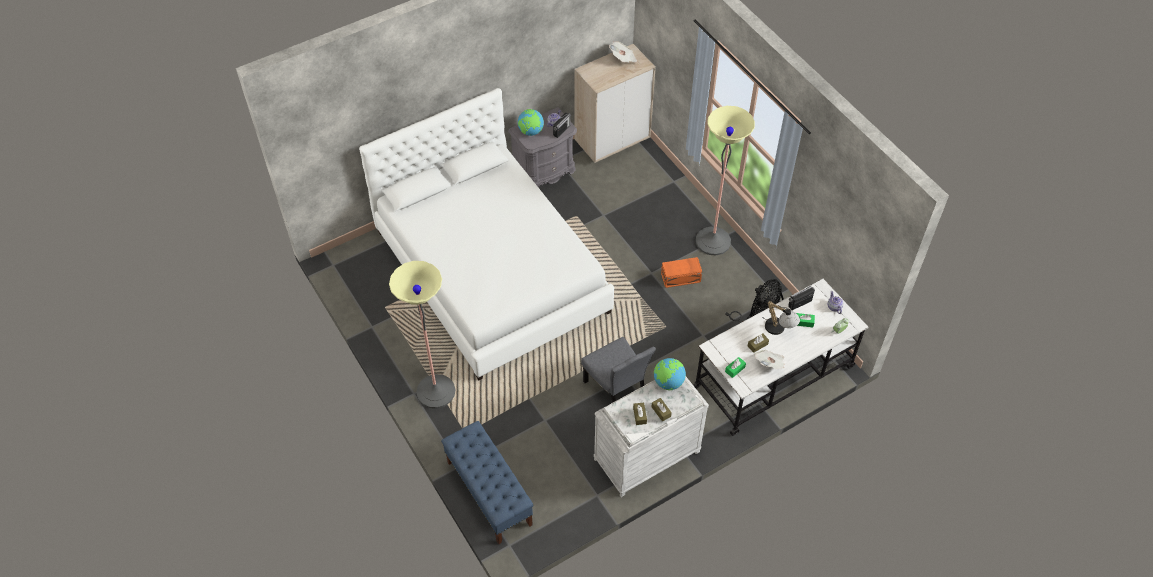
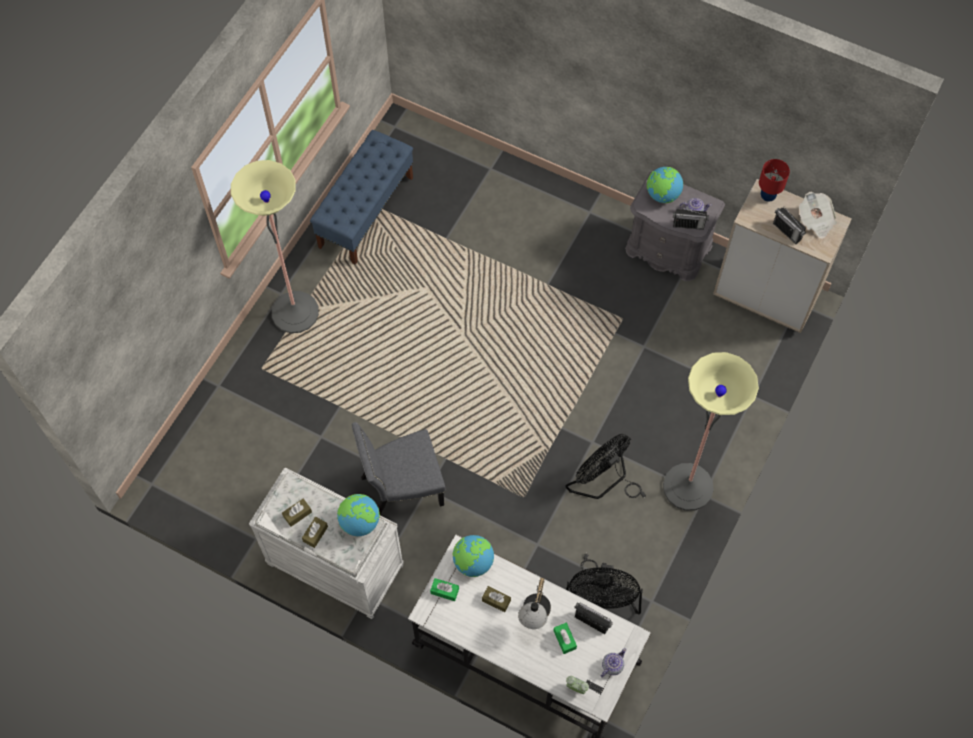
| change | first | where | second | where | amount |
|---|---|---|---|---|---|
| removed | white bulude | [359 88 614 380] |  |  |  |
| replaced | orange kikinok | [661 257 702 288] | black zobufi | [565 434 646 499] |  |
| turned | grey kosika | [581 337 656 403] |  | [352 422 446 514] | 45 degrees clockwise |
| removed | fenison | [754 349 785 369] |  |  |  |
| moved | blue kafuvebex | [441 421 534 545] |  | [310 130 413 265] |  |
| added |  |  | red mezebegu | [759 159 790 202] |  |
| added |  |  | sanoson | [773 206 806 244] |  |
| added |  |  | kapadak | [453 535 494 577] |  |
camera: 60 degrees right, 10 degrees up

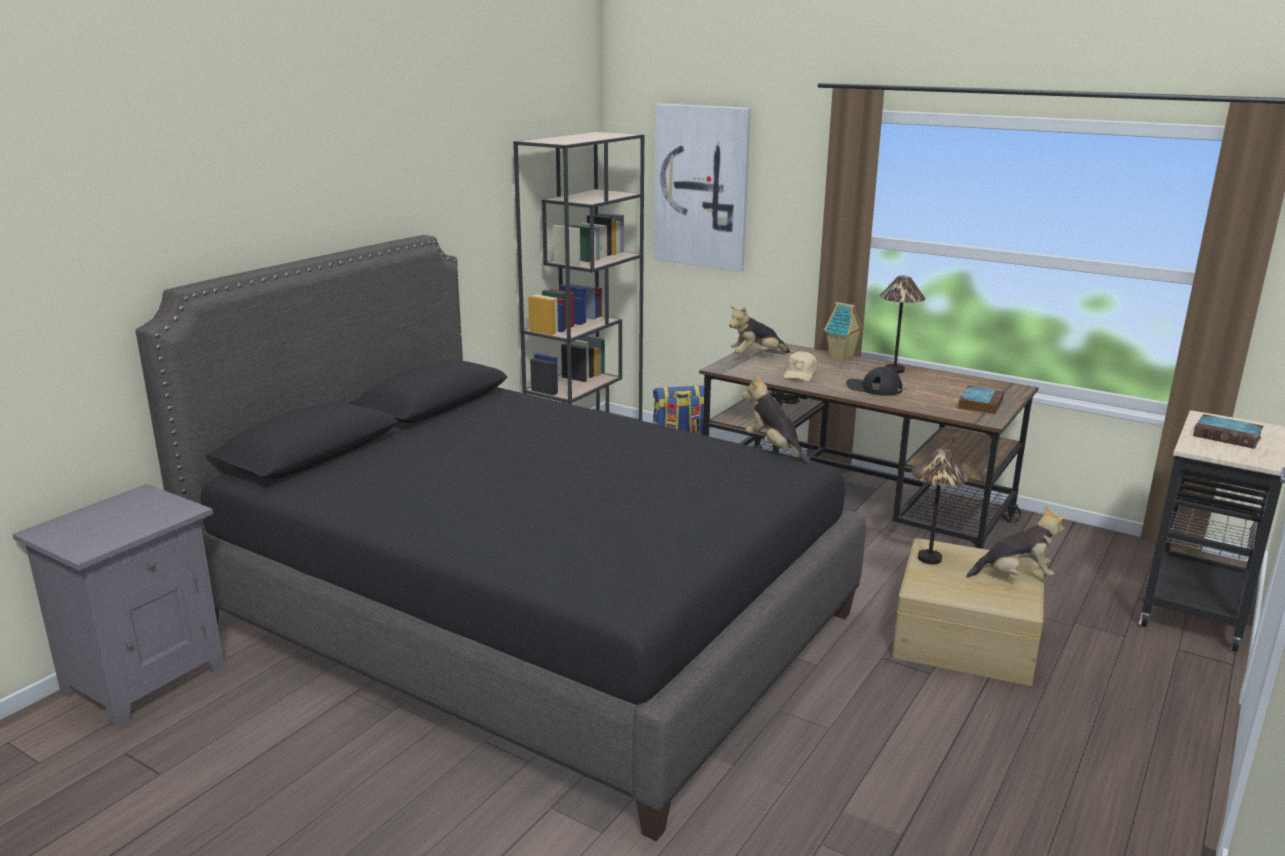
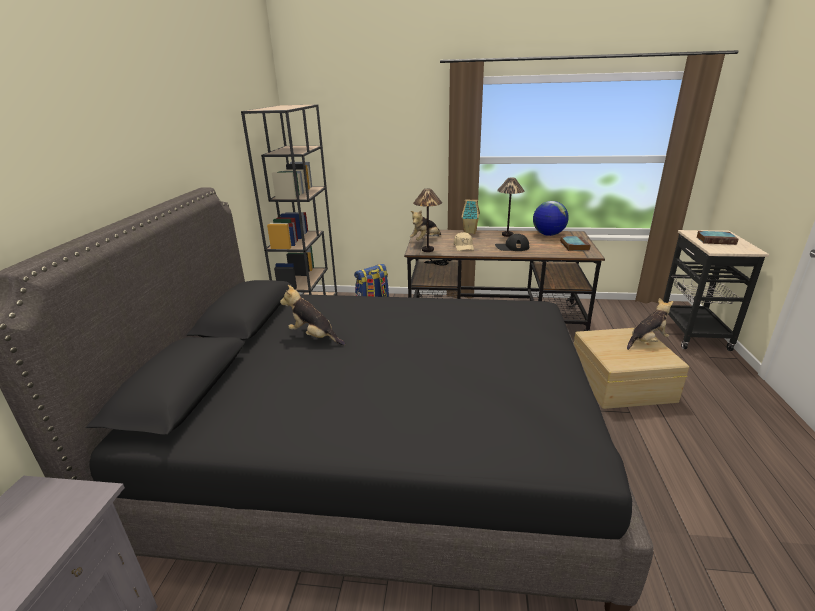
| change | first | where | second | where | amount |
|---|---|---|---|---|---|
| removed | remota | [654 104 751 271] |  |  |  |
| moved | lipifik | [742 375 811 464] |  | [280 285 345 345] |  |
| moved | mezebegu | [912 448 969 564] |  | [413 189 442 252] |  |
| added |  |  | kapadak | [533 201 569 236] |  |
camera: 25 degrees left, 5 degrees up

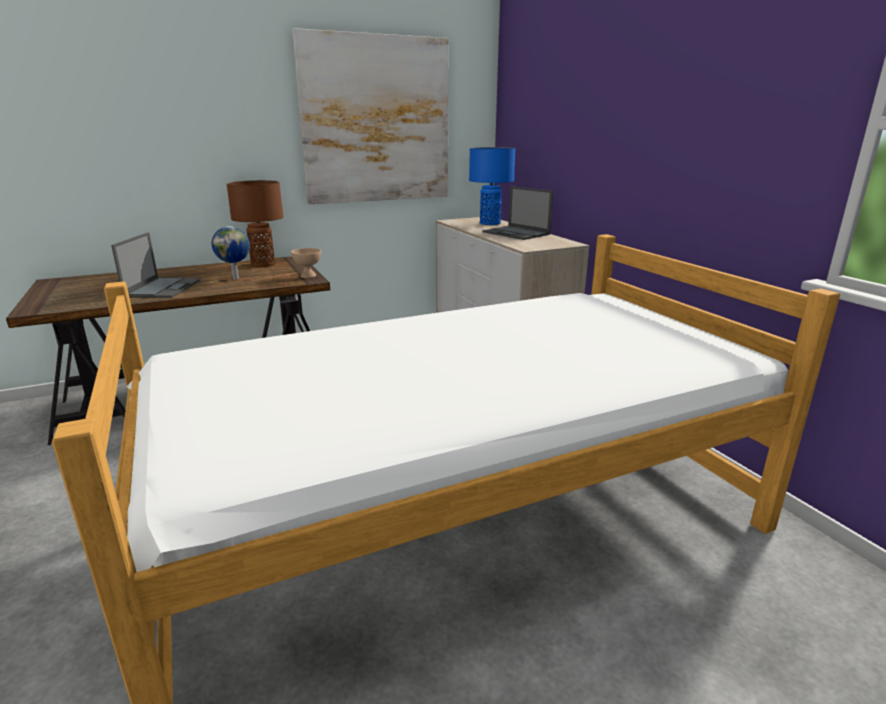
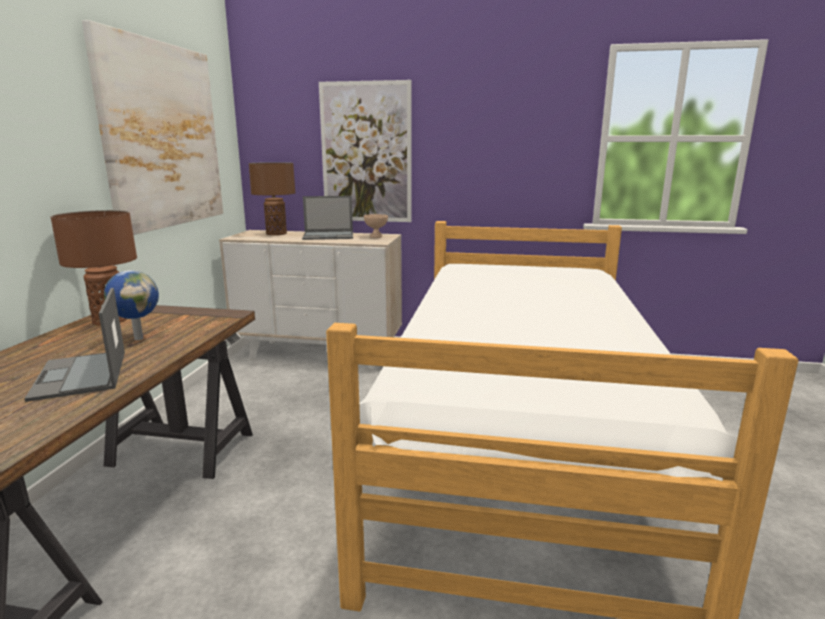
| change | first | where | second | where | amount |
|---|---|---|---|---|---|
| recoloured | blue mezebegu | [469 147 515 225] | brown mezebegu | [249 162 295 235] |  |
| turned | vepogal | [111 232 201 298] |  | [25 288 125 402] | 150 degrees counterclockwise |
| moved | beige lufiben | [291 248 321 278] |  | [364 214 388 238] |  |
| added |  |  | remota | [319 80 412 222] |  |
camera: 55 degrees left, 5 degrees down

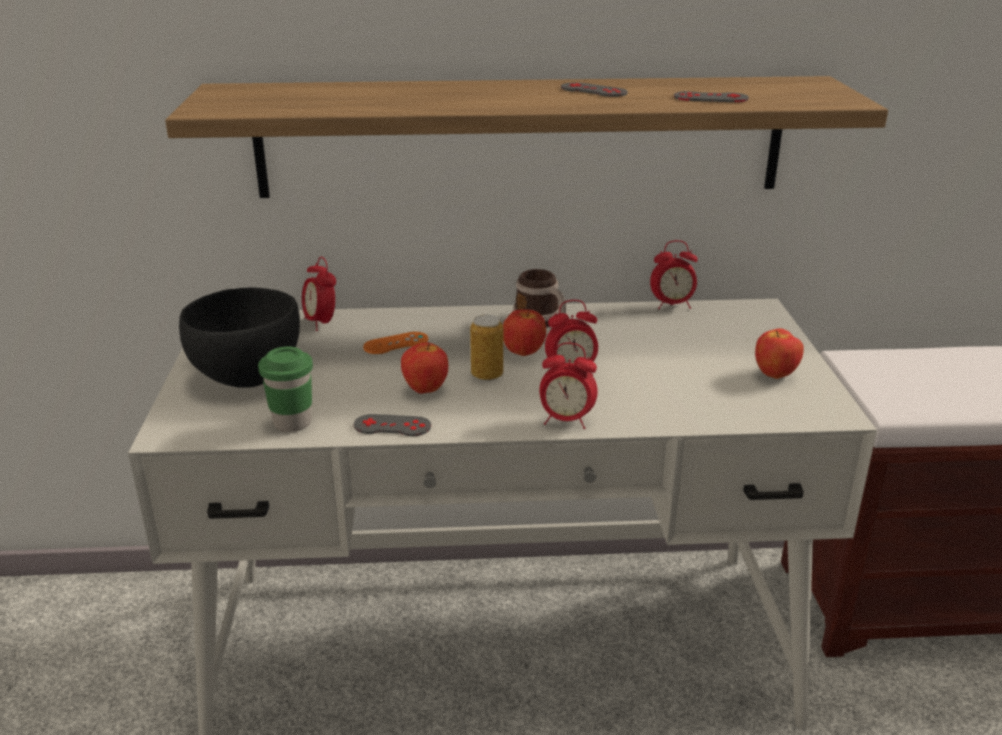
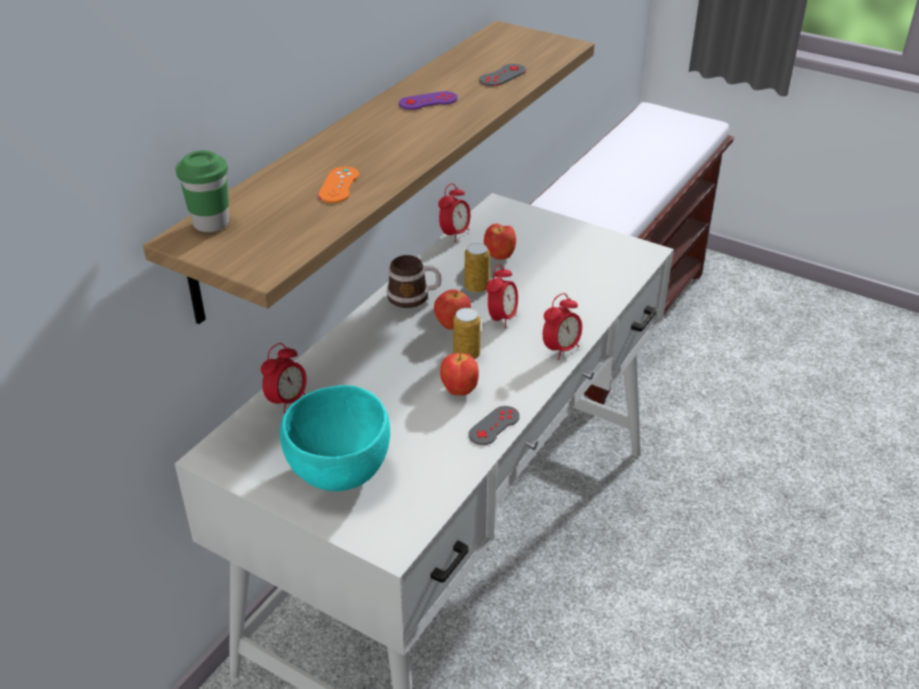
| change | first | where | second | where | amount |
|---|---|---|---|---|---|
| recoloured | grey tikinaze | [561 82 628 97] | purple tikinaze | [399 91 458 110] |  |
| turned | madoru | [302 257 336 331] |  | [261 343 307 413] | 60 degrees counterclockwise |
| recoloured | black lufiben | [179 288 300 388] | turquoise lufiben | [280 385 390 491] |  |
| moved | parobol | [755 328 804 379] |  | [484 224 516 260] |  |
| moved | orange tikinaze | [363 332 428 354] |  | [318 167 359 203] |  |
| moved | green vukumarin | [258 346 313 432] |  | [176 150 229 232] |  |
| added |  |  | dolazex | [465 243 490 293] |  |
camera: 55 degrees left, 10 degrees up

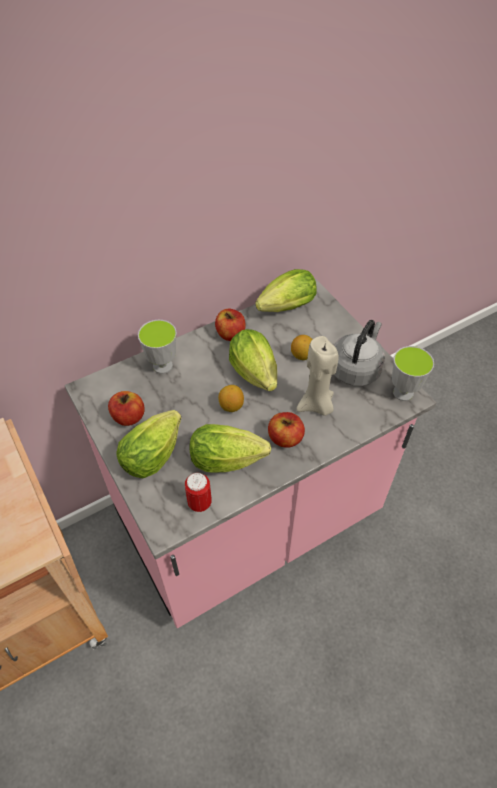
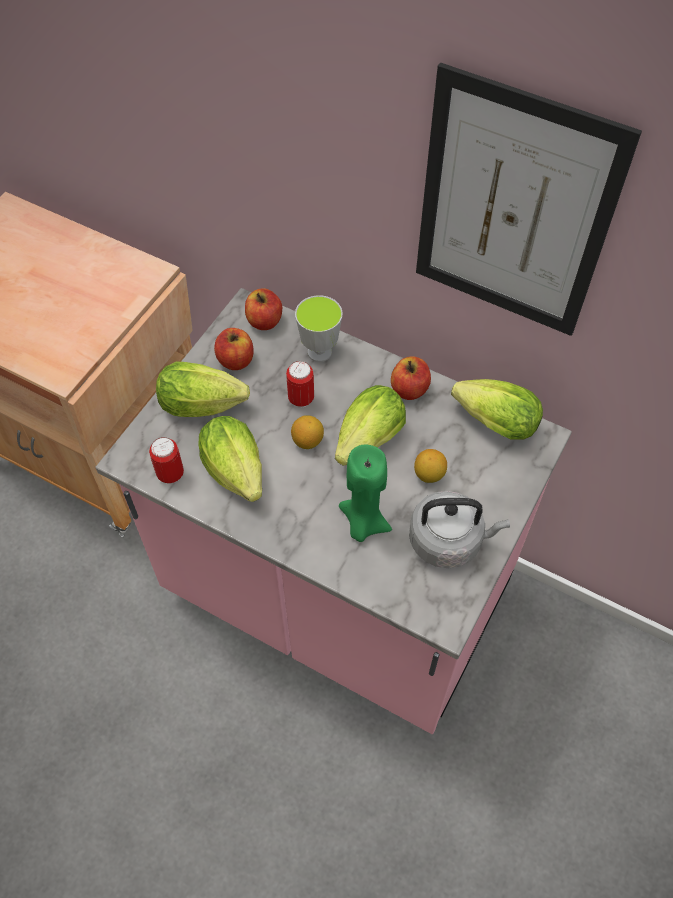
| change | first | where | second | where | amount |
|---|---|---|---|---|---|
| recoloured | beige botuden | [296 336 339 416] | green botuden | [339 444 392 542] |  |
| removed | vukumarin | [392 346 434 401] |  |  |  |
| moved | parobol | [268 412 305 448] |  | [245 288 282 330] |  |
| added |  |  | remota | [416 63 642 336] |  |
| added |  |  | dolazex | [286 361 314 407] |  |
camera: 60 degrees right, 5 degrees up

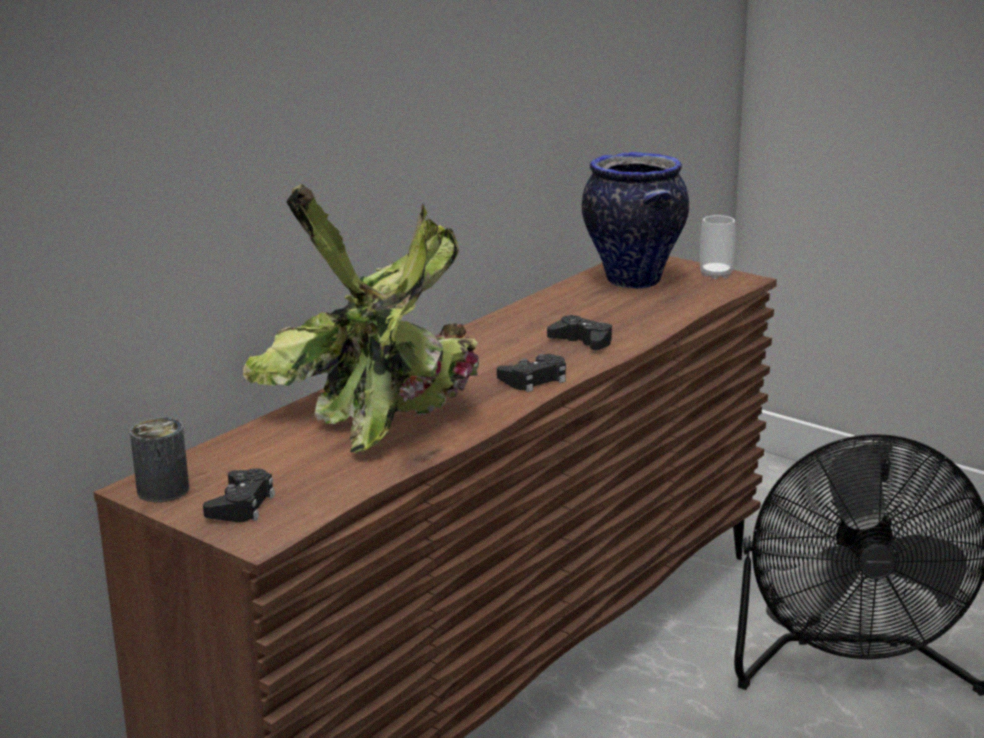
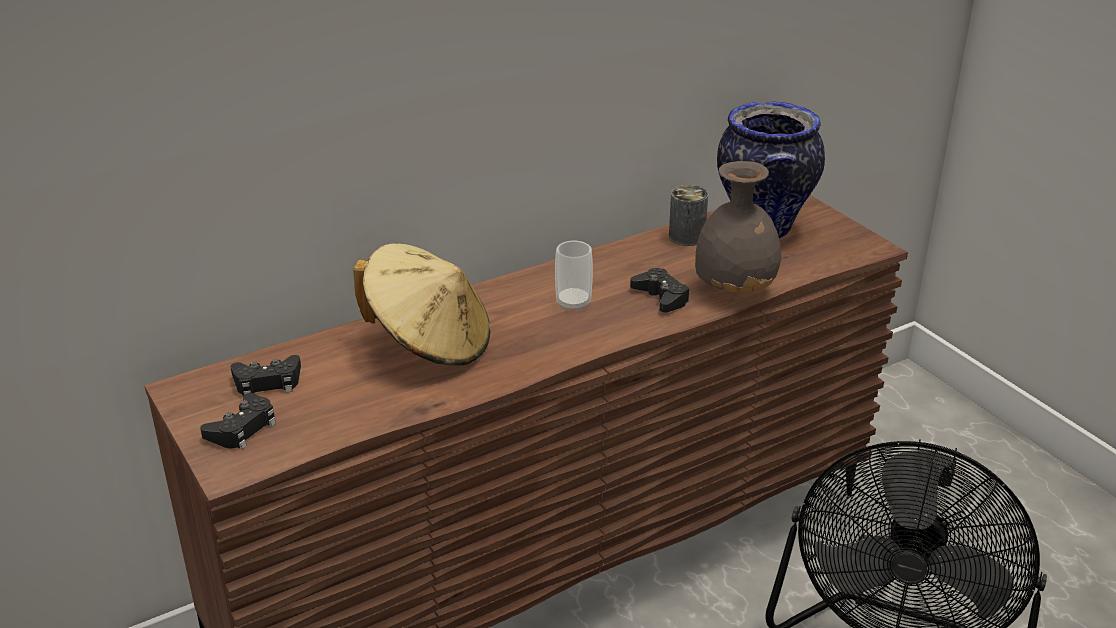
| change | first | where | second | where | amount |
|---|---|---|---|---|---|
| replaced | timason | [243 184 479 453] | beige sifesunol | [353 244 490 366] |  |
| moved | vukumarin | [700 215 736 279] |  | [555 240 593 311] |  |
| moved | black tikinaze | [497 354 566 392] |  | [231 355 301 396] |  |
| moved | dolazex | [130 417 189 502] |  | [669 185 708 246] |  |
| added |  |  | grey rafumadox | [695 161 782 292] |  |
camera: 20 degrees right, 10 degrees up

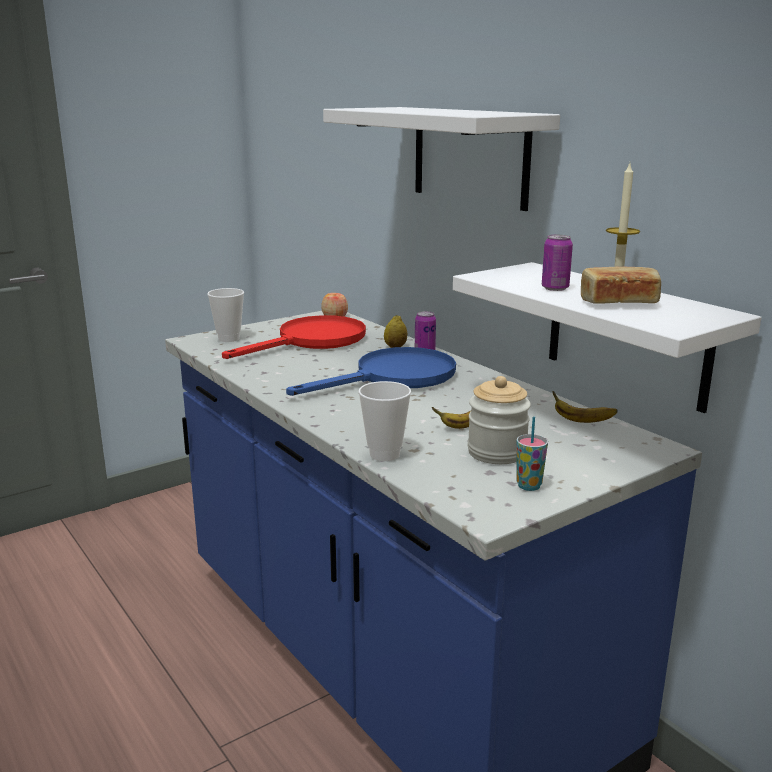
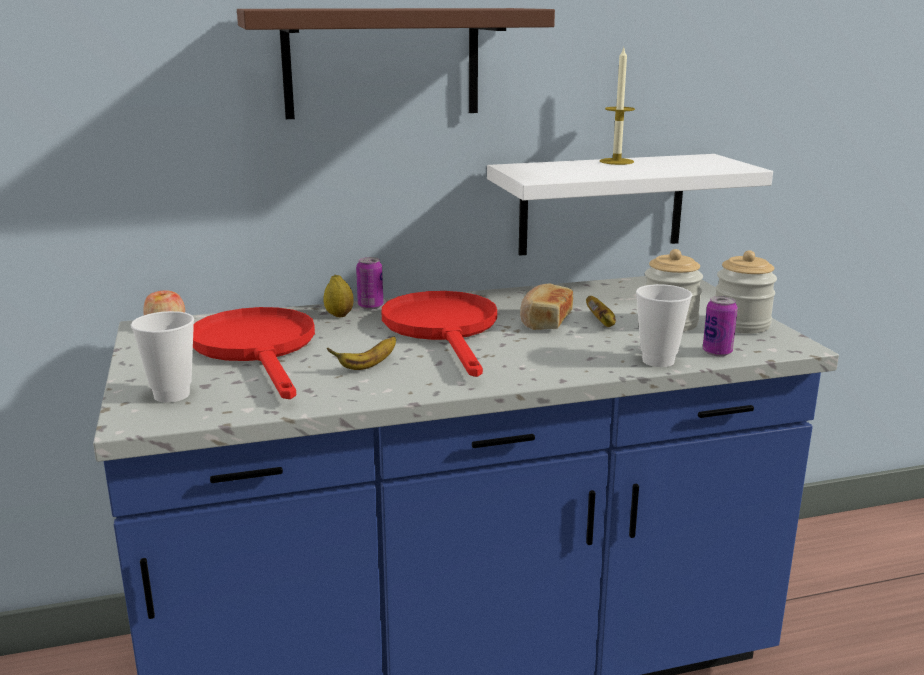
| change | first | where | second | where | amount |
|---|---|---|---|---|---|
| recoloured | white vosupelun | [323 107 560 211] | brown vosupelun | [237 8 555 119] |  |
| moved | dolazex | [542 235 573 291] |  | [703 296 738 356] |  |
| moved | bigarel | [581 267 661 304] |  | [520 283 573 330] |  |
| recoloured | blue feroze | [286 347 456 396] | red feroze | [382 291 497 377] |  |
| moved | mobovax | [553 391 618 423] |  | [327 337 396 370] |  |
| replaced | vukumarin | [516 417 548 491] | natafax | [716 250 777 334] |  |
camera: 70 degrees left, 0 degrees up

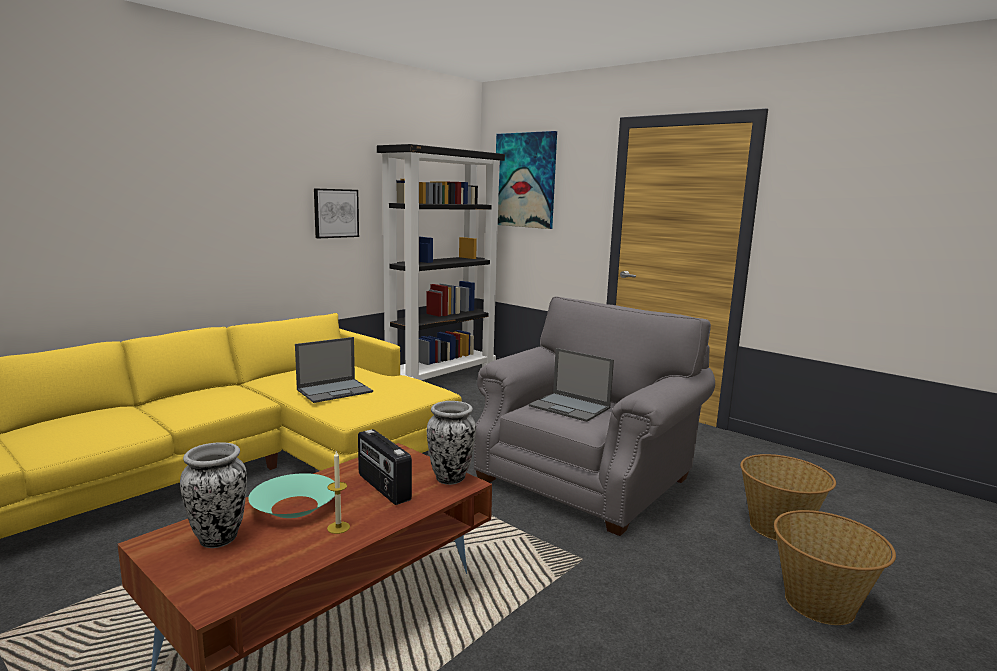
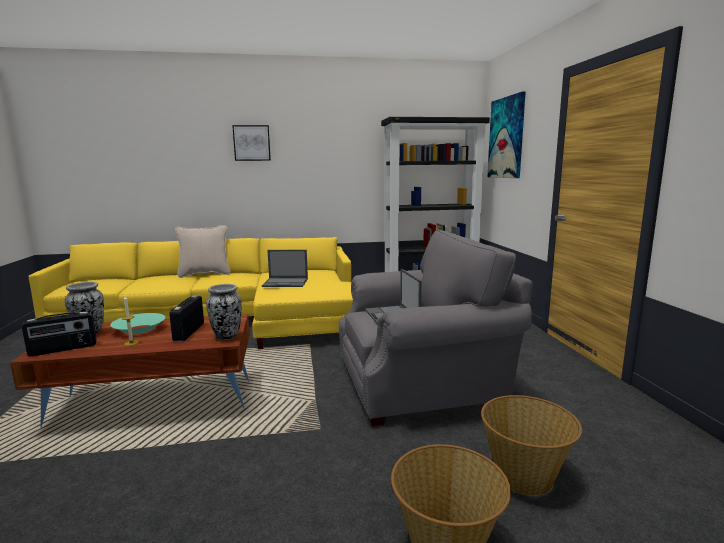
| change | first | where | second | where | amount |
|---|---|---|---|---|---|
| moved | remota | [314 188 359 238] |  | [232 125 271 161] |  |
| added |  |  | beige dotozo | [175 225 231 278] |  |
| added |  |  | sanoson | [22 312 97 357] |  |
camera: 40 degrees right, 0 degrees up

